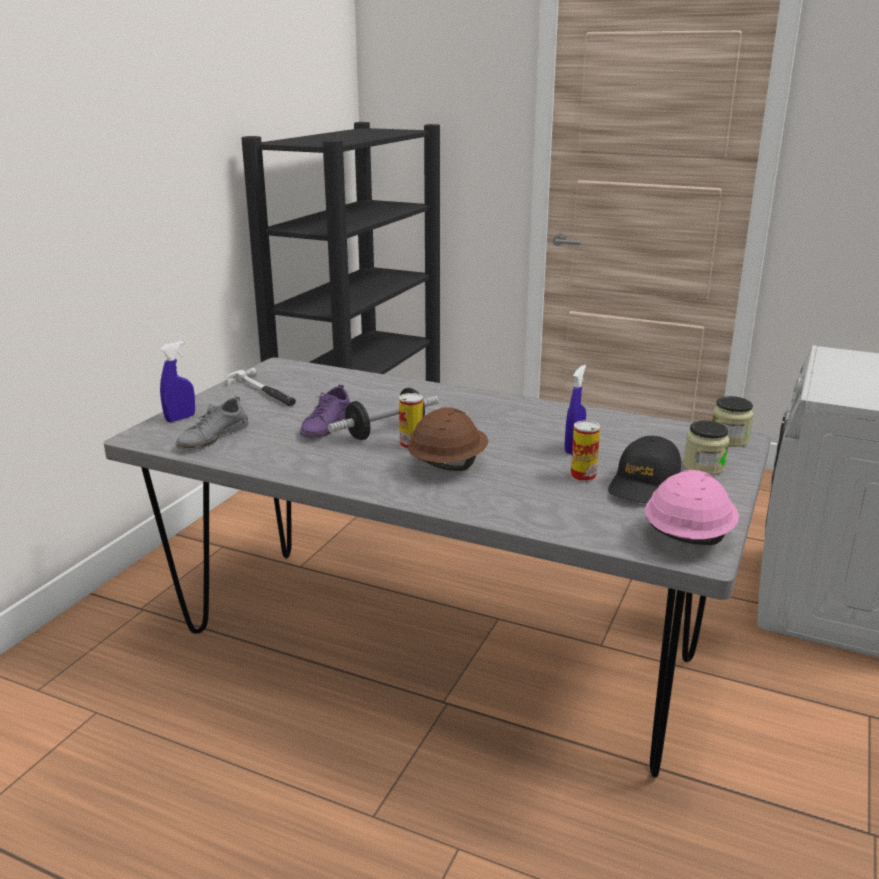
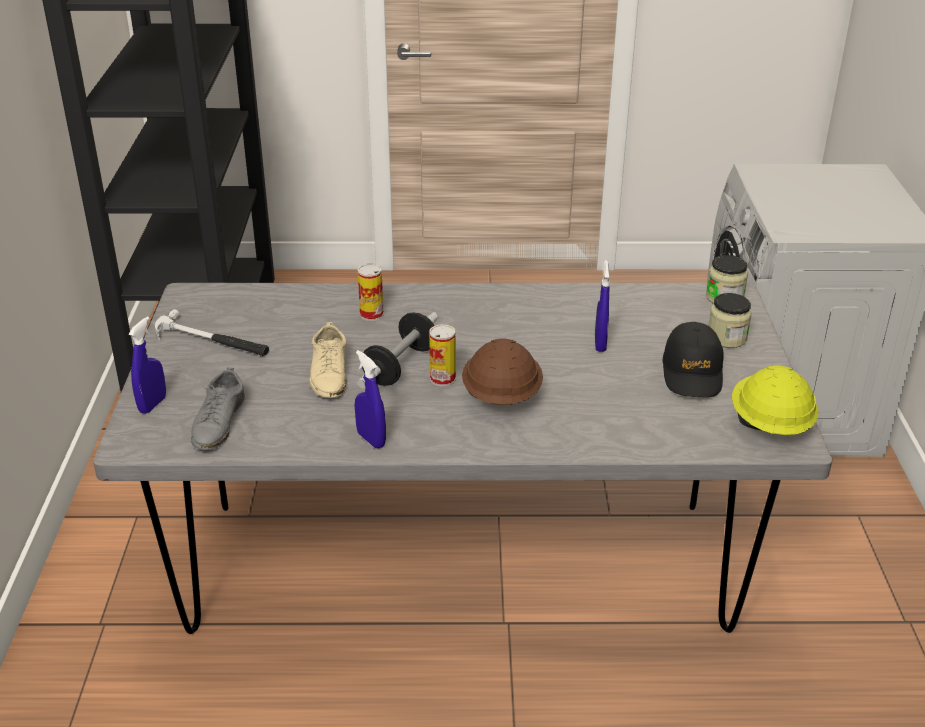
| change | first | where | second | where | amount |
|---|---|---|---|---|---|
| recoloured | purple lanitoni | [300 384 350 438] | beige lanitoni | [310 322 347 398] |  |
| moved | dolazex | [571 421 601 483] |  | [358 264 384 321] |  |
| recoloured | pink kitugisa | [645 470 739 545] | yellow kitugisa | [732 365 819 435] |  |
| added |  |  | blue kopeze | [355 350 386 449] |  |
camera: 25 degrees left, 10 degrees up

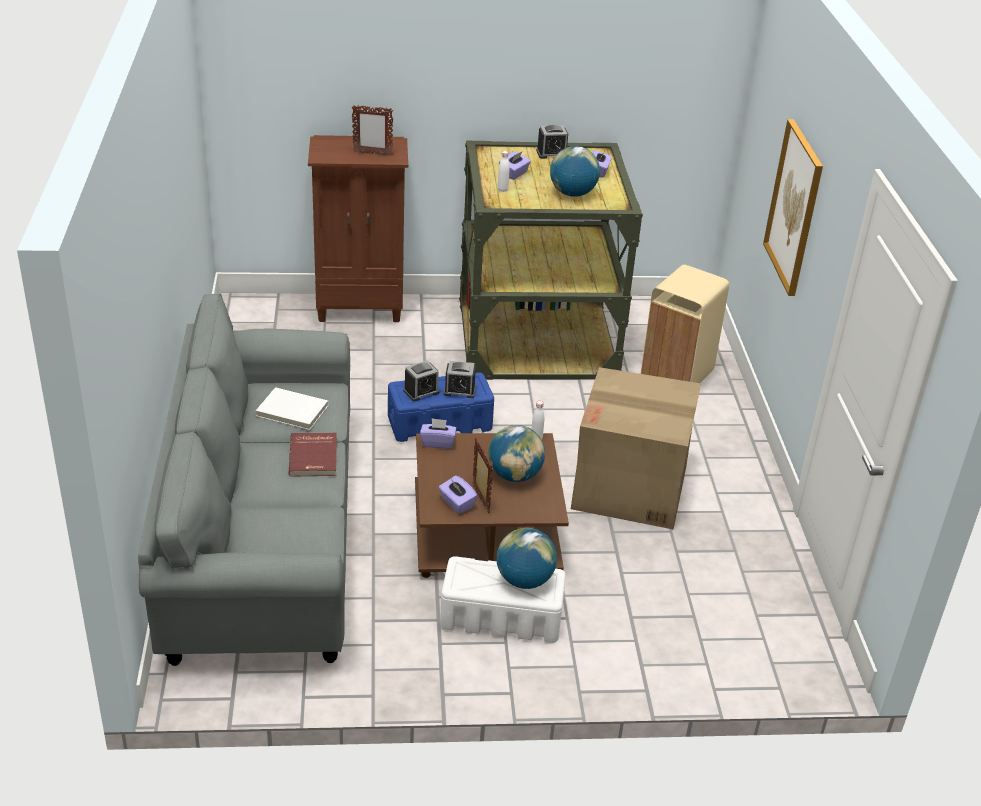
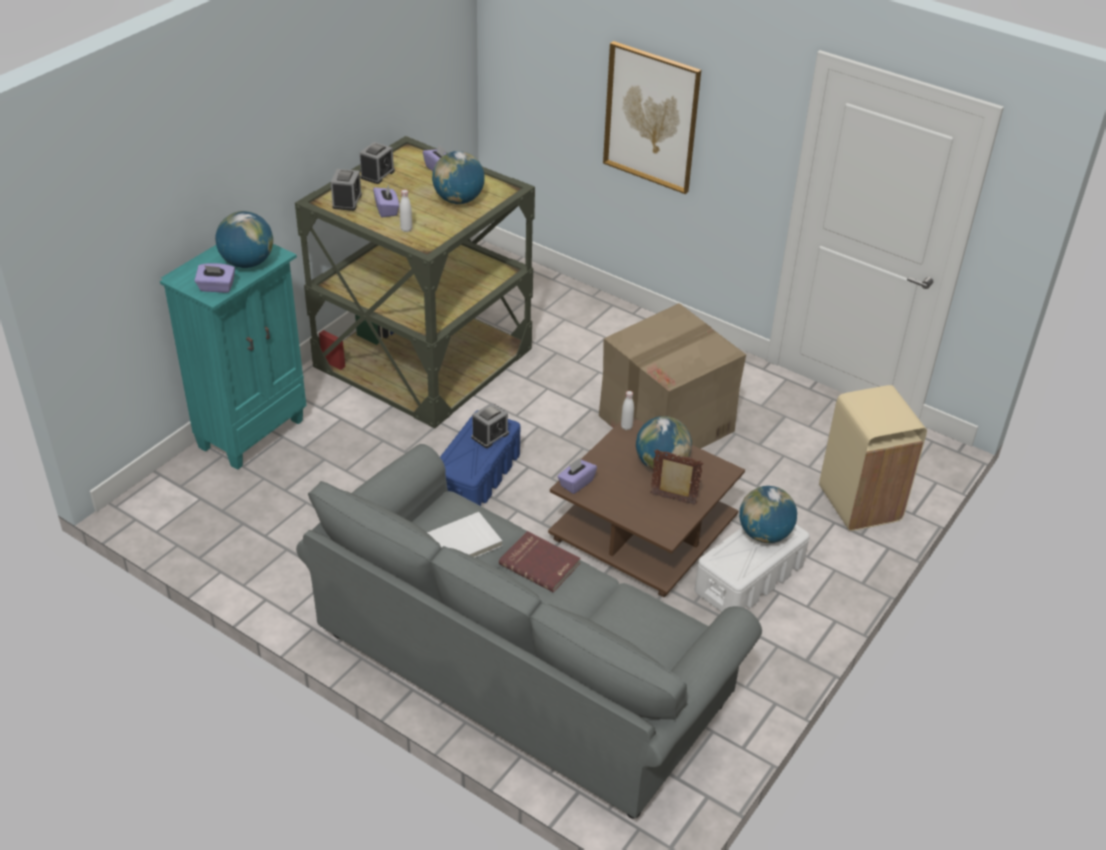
| change | first | where | second | where | amount |
|---|---|---|---|---|---|
| replaced | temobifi | [351 105 393 156] | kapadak | [215 211 273 268] |  |
| recoloured | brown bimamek | [308 135 408 322] | turquoise bimamek | [160 244 307 469] |  |
| moved | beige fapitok | [641 265 729 383] |  | [819 385 927 531] |  |
| moved | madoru | [403 360 439 401] |  | [331 169 362 211] |  |
| moved | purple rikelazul | [438 475 477 514] |  | [194 263 235 293] |  |
camera: 50 degrees left, 5 degrees up

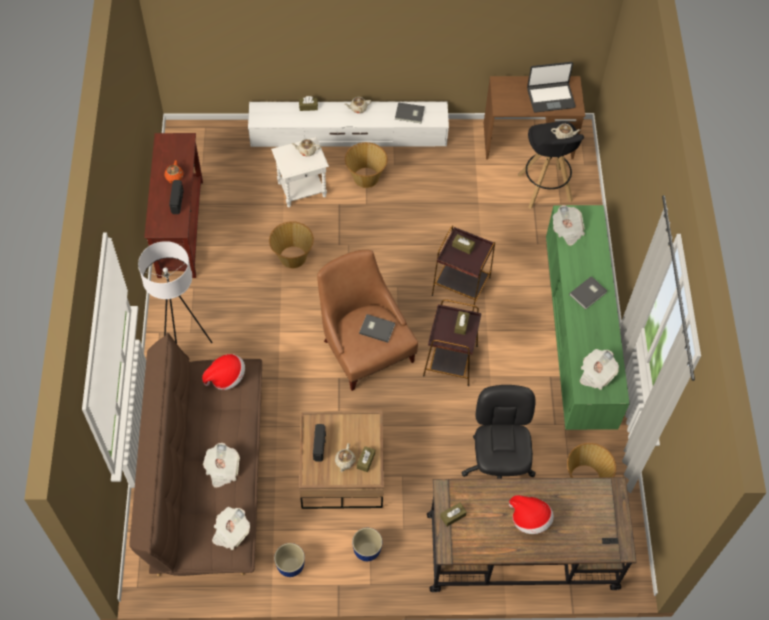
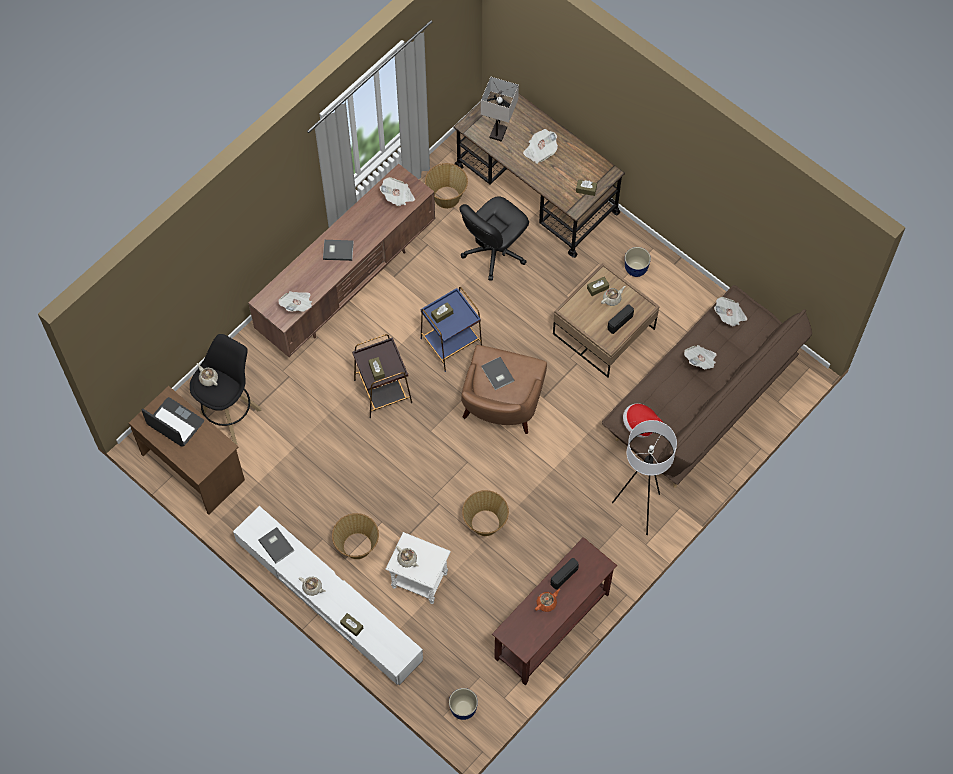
| change | first | where | second | where | amount |
|---|---|---|---|---|---|
| recoloured | green bimamek | [546 205 630 430] | brown bimamek | [248 163 435 357] |  |
| recoloured | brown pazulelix | [423 300 482 386] | blue pazulelix | [421 287 482 372] |  |
| replaced | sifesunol | [509 495 554 534] | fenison | [523 129 558 164] |  |
| moved | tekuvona | [274 543 305 577] |  | [449 688 478 720] |  |
| added |  |  | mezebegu | [481 77 519 142] |  |
camera: 135 degrees left, 5 degrees up

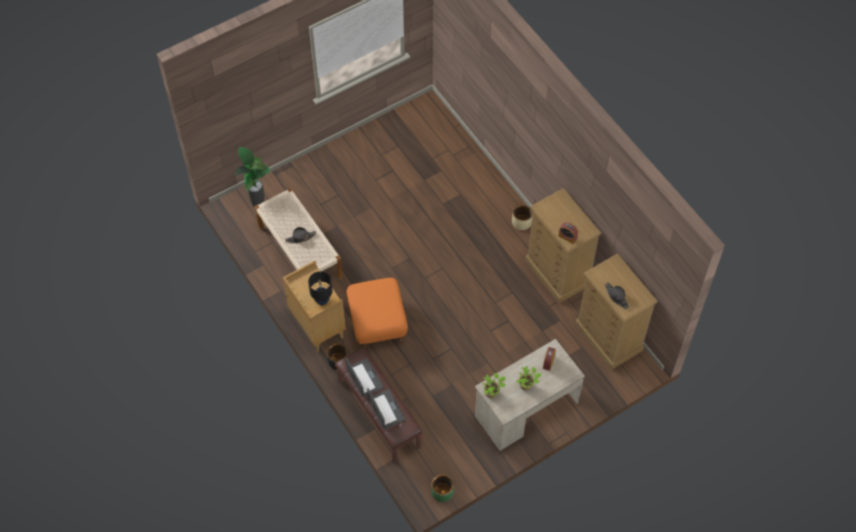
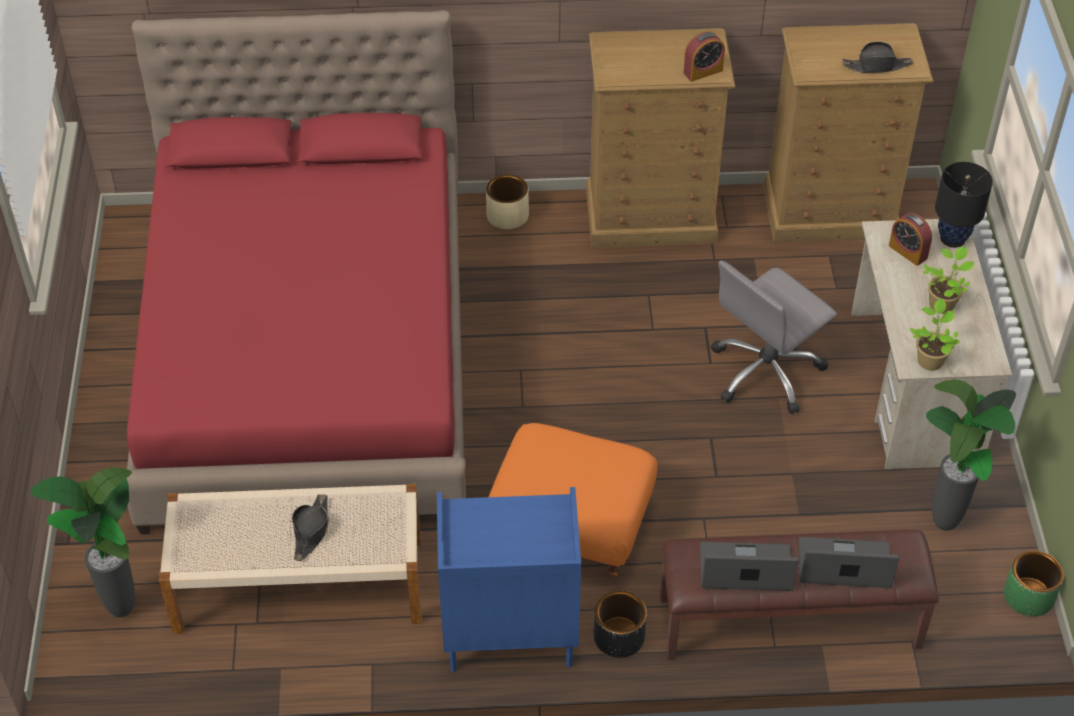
| change | first | where | second | where | amount |
|---|---|---|---|---|---|
| recoloured | brown bimamek | [283 260 346 352] | blue bimamek | [437 487 581 672] |  |
| moved | black mezebegu | [308 272 332 306] |  | [935 162 993 248] |  |
| added |  |  | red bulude | [126 10 466 535] |  |
| added |  |  | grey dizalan | [711 261 837 414] |  |
| added |  |  | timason | [926 379 1016 531] |  |
camera: 60 degrees left, 10 degrees down

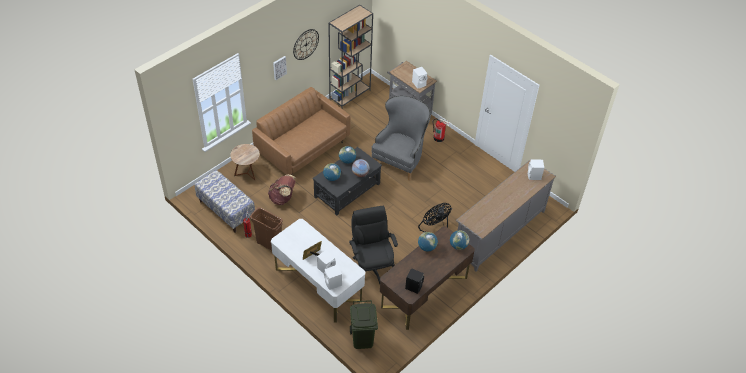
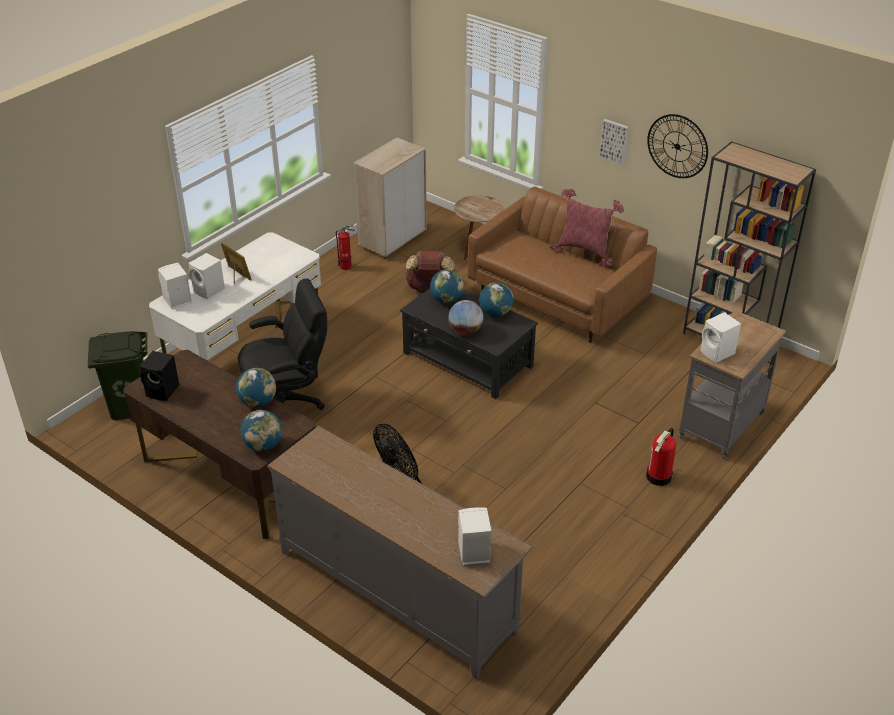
| change | first | where | second | where | amount |
|---|---|---|---|---|---|
| removed | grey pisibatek | [371 96 431 181] |  |  |  |
| replaced | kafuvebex | [194 170 255 233] | beige bimamek | [353 138 427 257] |  |
| removed | brown fapitok | [250 207 283 251] |  |  |  |
| added |  |  | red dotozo | [549 189 624 268] |  |
camera: 85 degrees right, 10 degrees down

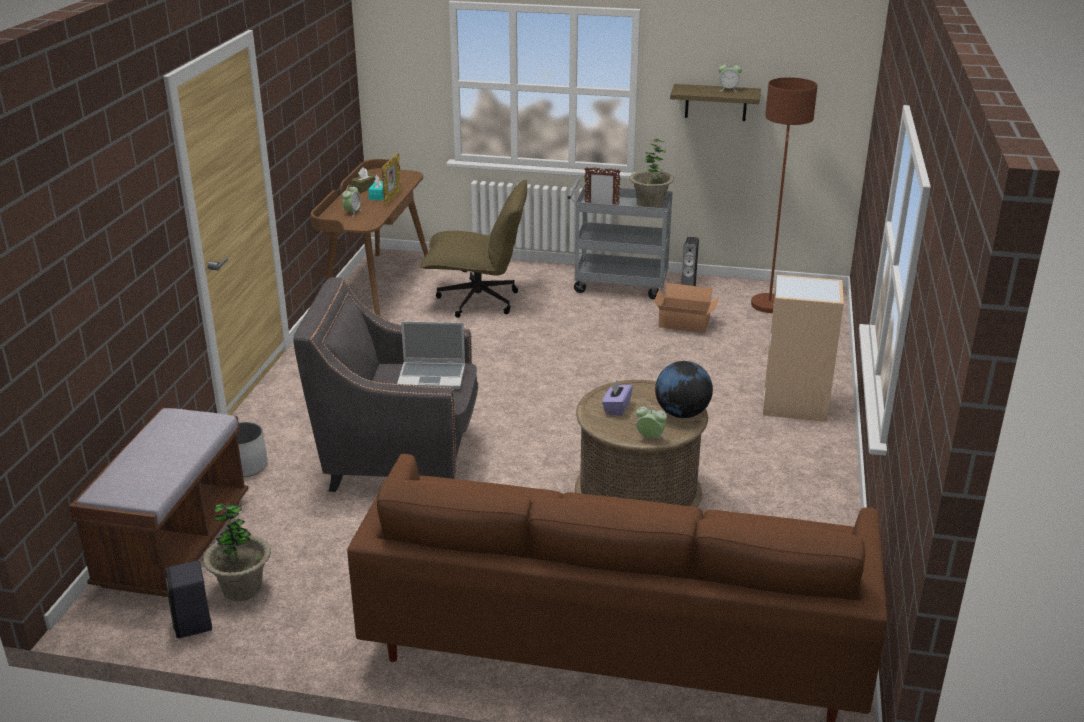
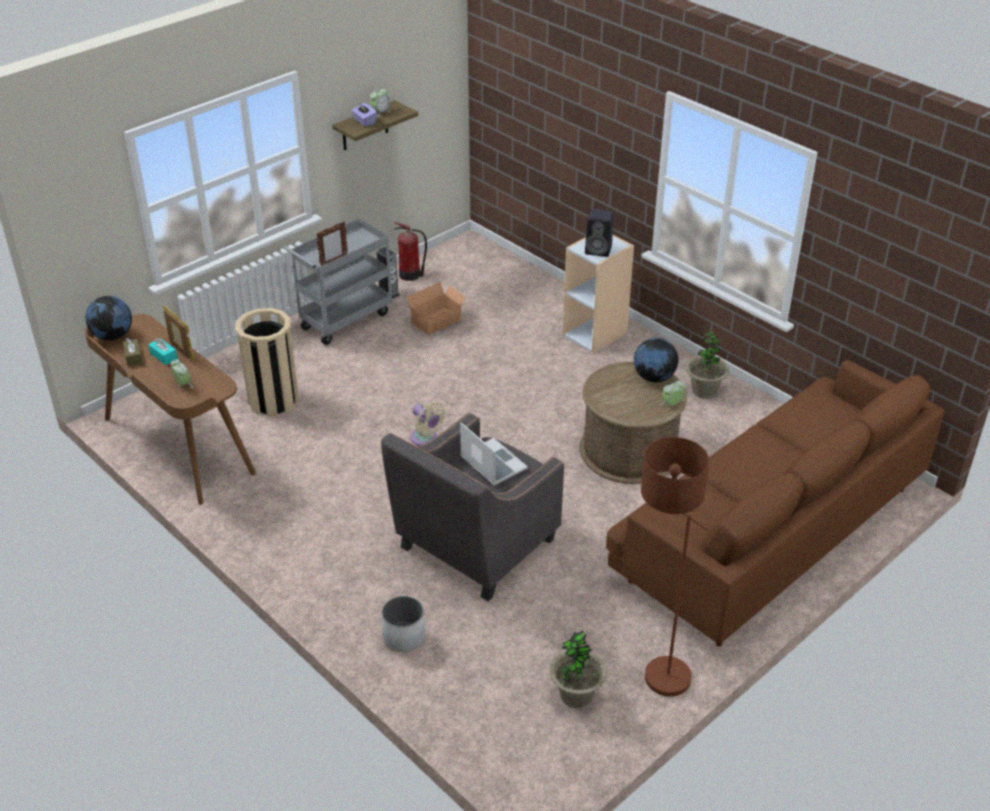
| change | first | where | second | where | amount |
|---|---|---|---|---|---|
| moved | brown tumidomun | [751 77 817 313] |  | [641 437 709 697] |  |
| moved | timason | [629 139 674 208] |  | [685 332 730 399] |  |
| replaced | beige dizalan | [419 180 527 318] | beige fapitok | [235 308 299 417] |  |
| turned | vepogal | [397 321 465 389] |  | [460 422 528 486] | 75 degrees counterclockwise |
| moved | purple rikelazul | [602 380 633 416] |  | [351 103 377 127] |  |
| removed | brown kafuvebex | [69 408 249 597] |  |  |  |
| moved | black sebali | [166 561 212 638] |  | [585 209 613 257] |  |
| added |  |  | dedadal | [394 222 427 281] |  |
| added |  |  | kapadak | [86 296 132 340] |  |
| added |  |  | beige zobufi | [410 402 446 446] |  |
camera: 55 degrees left, 10 degrees up

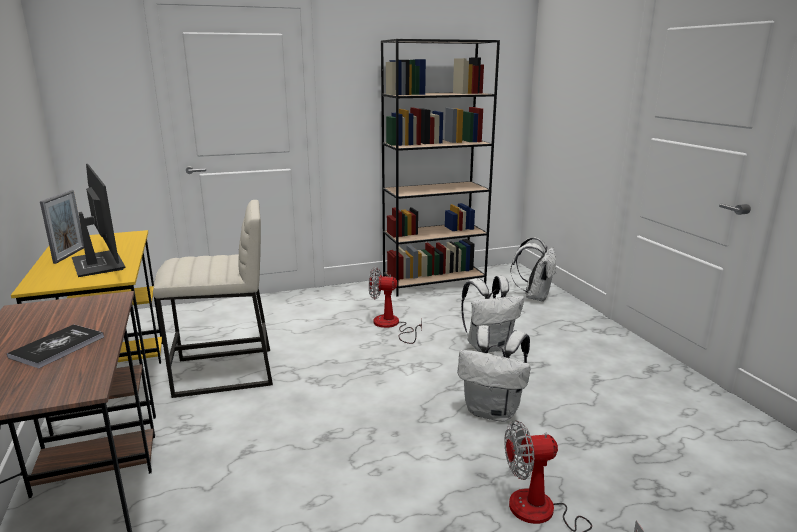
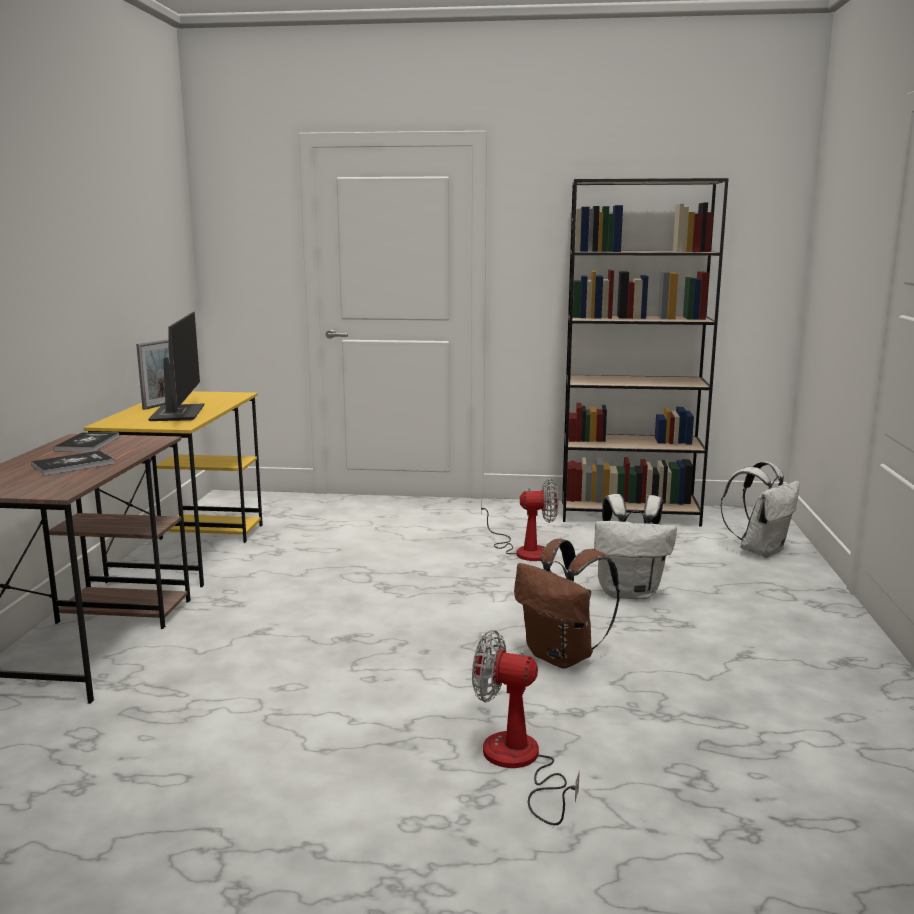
| change | first | where | second | where | amount |
|---|---|---|---|---|---|
| removed | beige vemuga | [153 200 273 398] |  |  |  |
| turned | zobufi | [369 267 422 344] |  | [481 479 558 561] | 150 degrees clockwise |
| recoloured | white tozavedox | [458 325 530 422] | brown tozavedox | [514 539 620 669] |  |
| added |  |  | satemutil | [53 432 120 452] |  |
camera: 25 degrees right, 5 degrees down

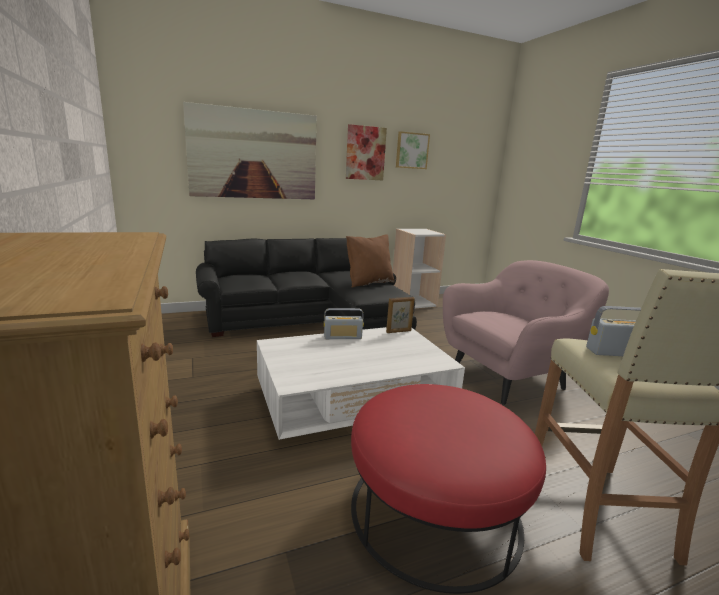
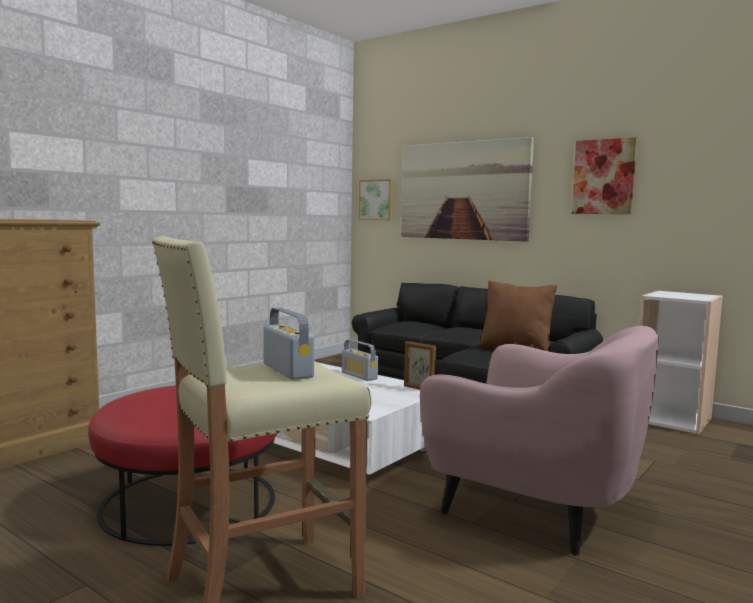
| change | first | where | second | where | amount |
|---|---|---|---|---|---|
| moved | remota | [396 131 430 169] |  | [359 179 394 220] |  |
camera: 60 degrees right, 10 degrees down

